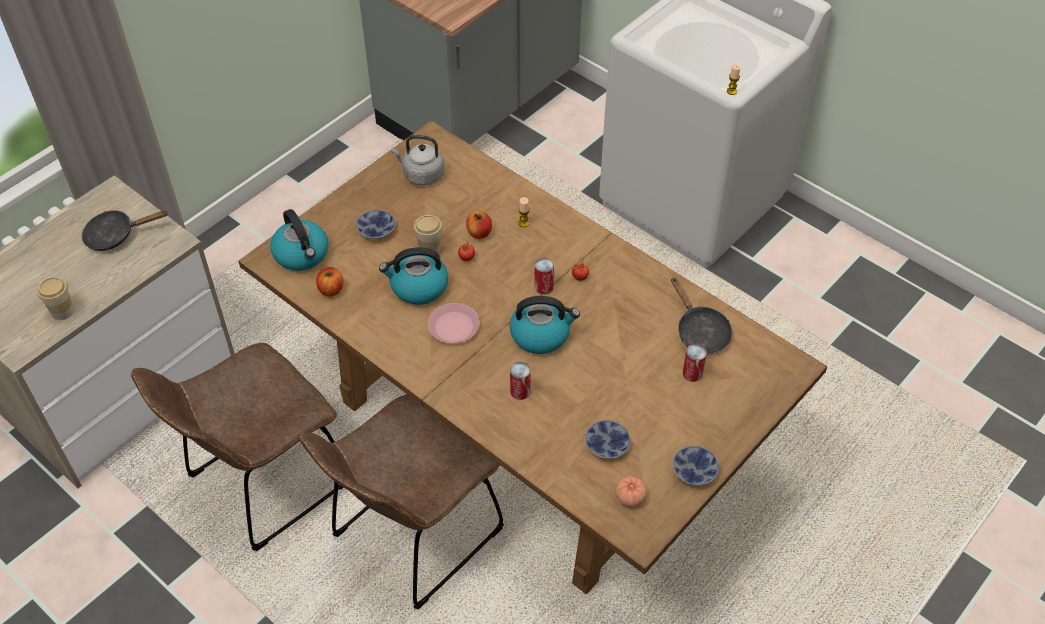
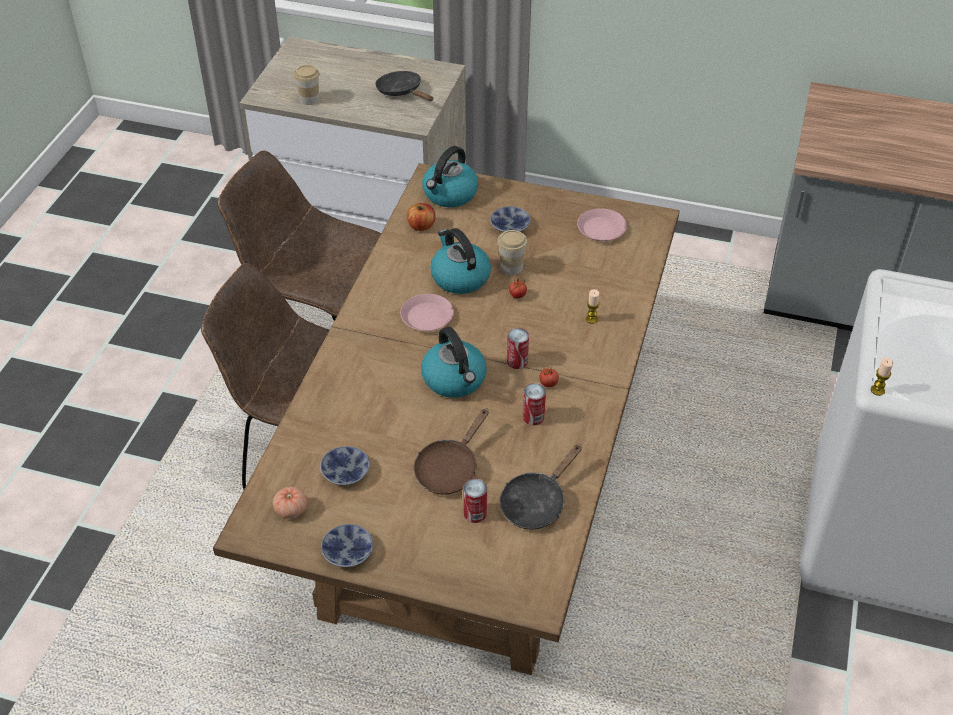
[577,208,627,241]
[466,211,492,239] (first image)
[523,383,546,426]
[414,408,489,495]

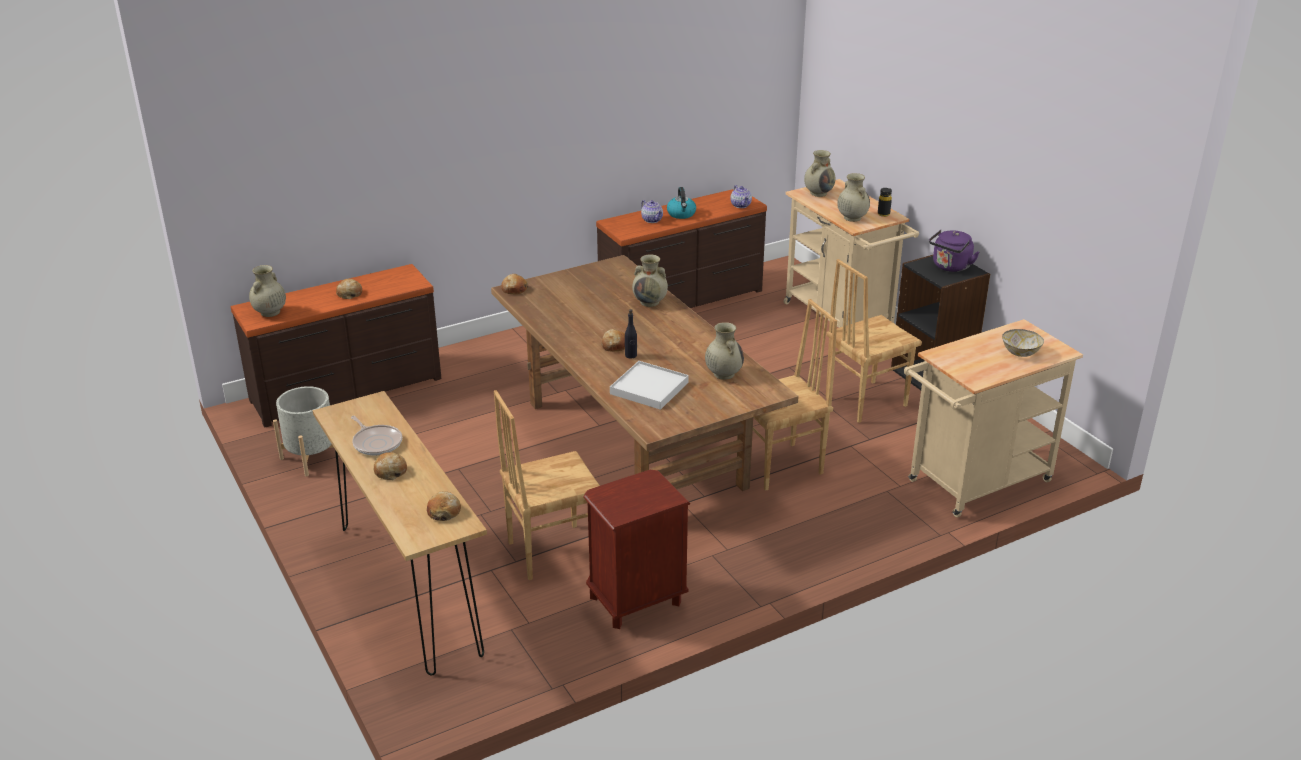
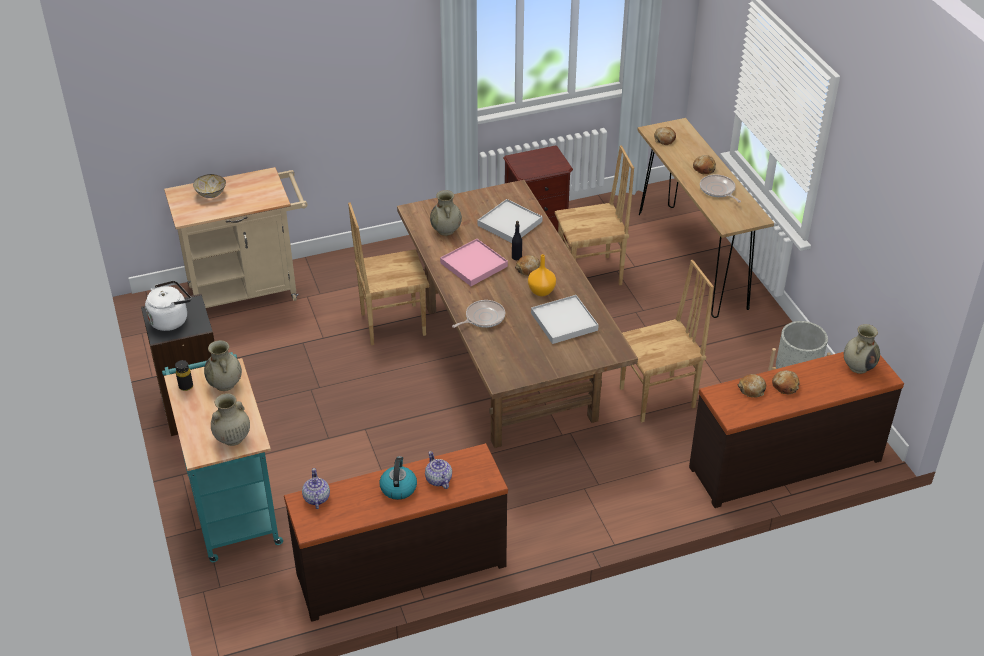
[162,352,283,562]
[145,280,191,331]
[452,300,505,328]
[620,260,714,422]
[738,374,766,397]
[440,239,508,286]
[528,254,556,296]
[531,295,598,344]

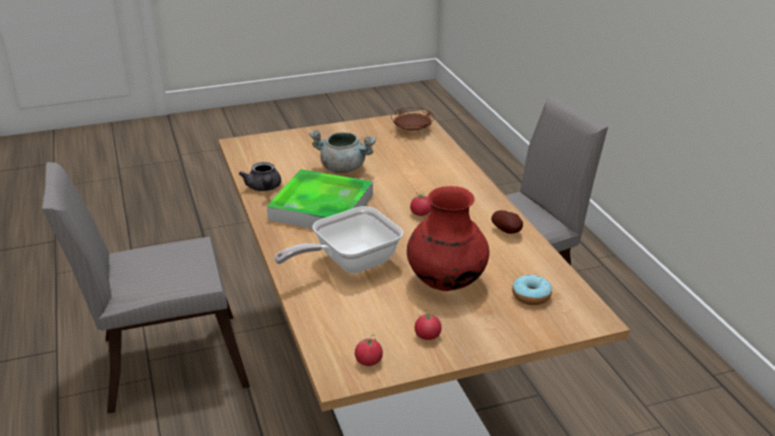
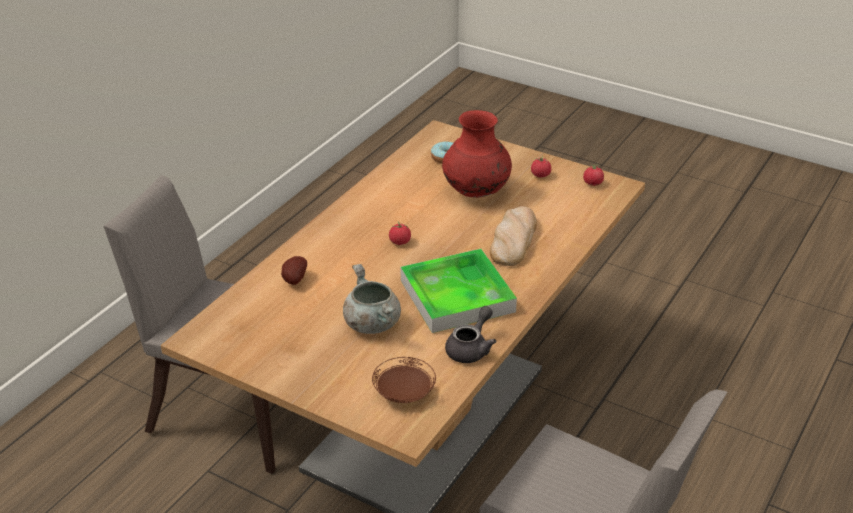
[372,357,436,403]
[490,206,537,266]
[281,256,307,285]

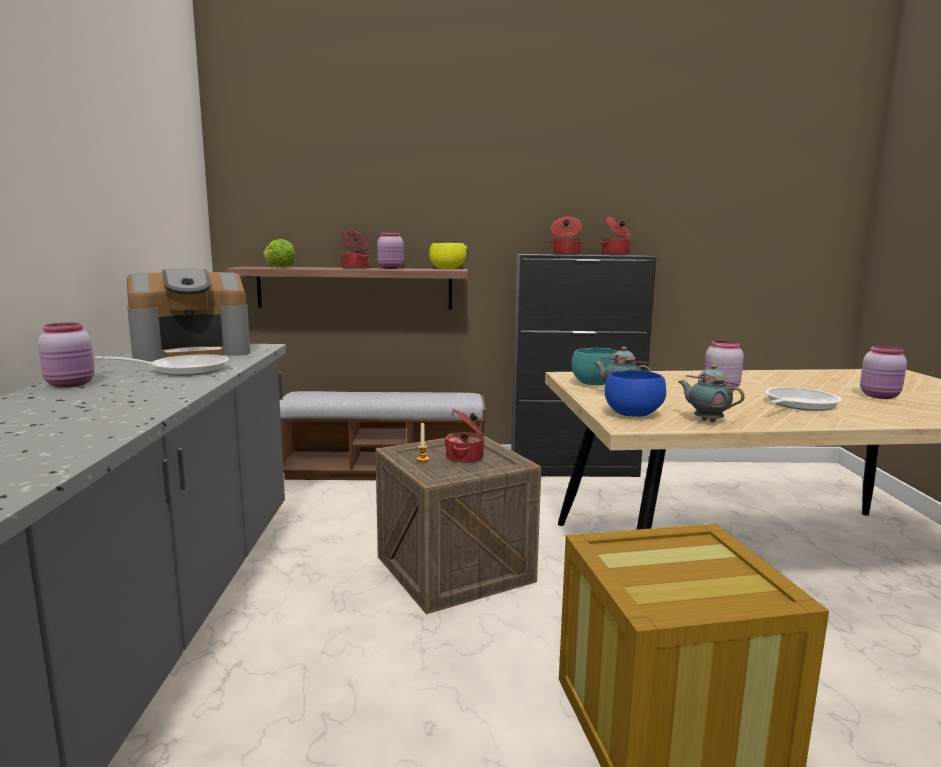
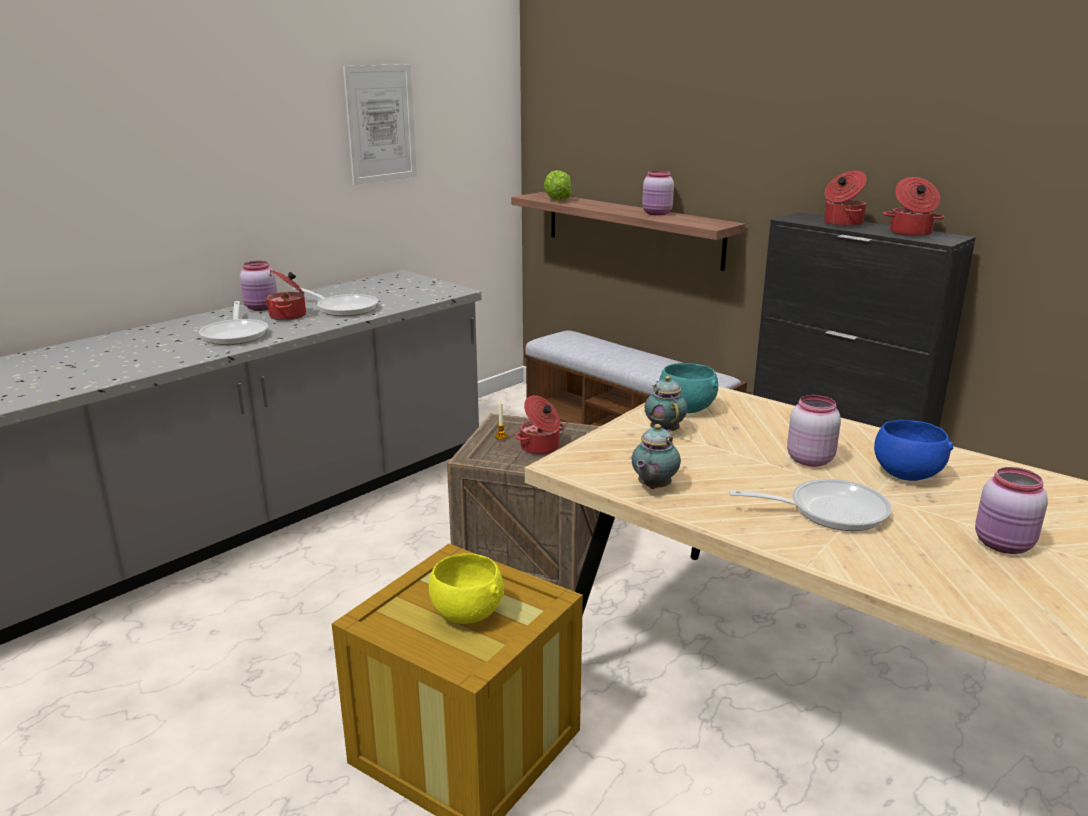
[266,270,306,321]
[429,553,504,624]
[127,269,250,361] (first image)
[631,424,681,489]
[874,420,954,481]
[343,64,417,185]
[199,301,268,345]

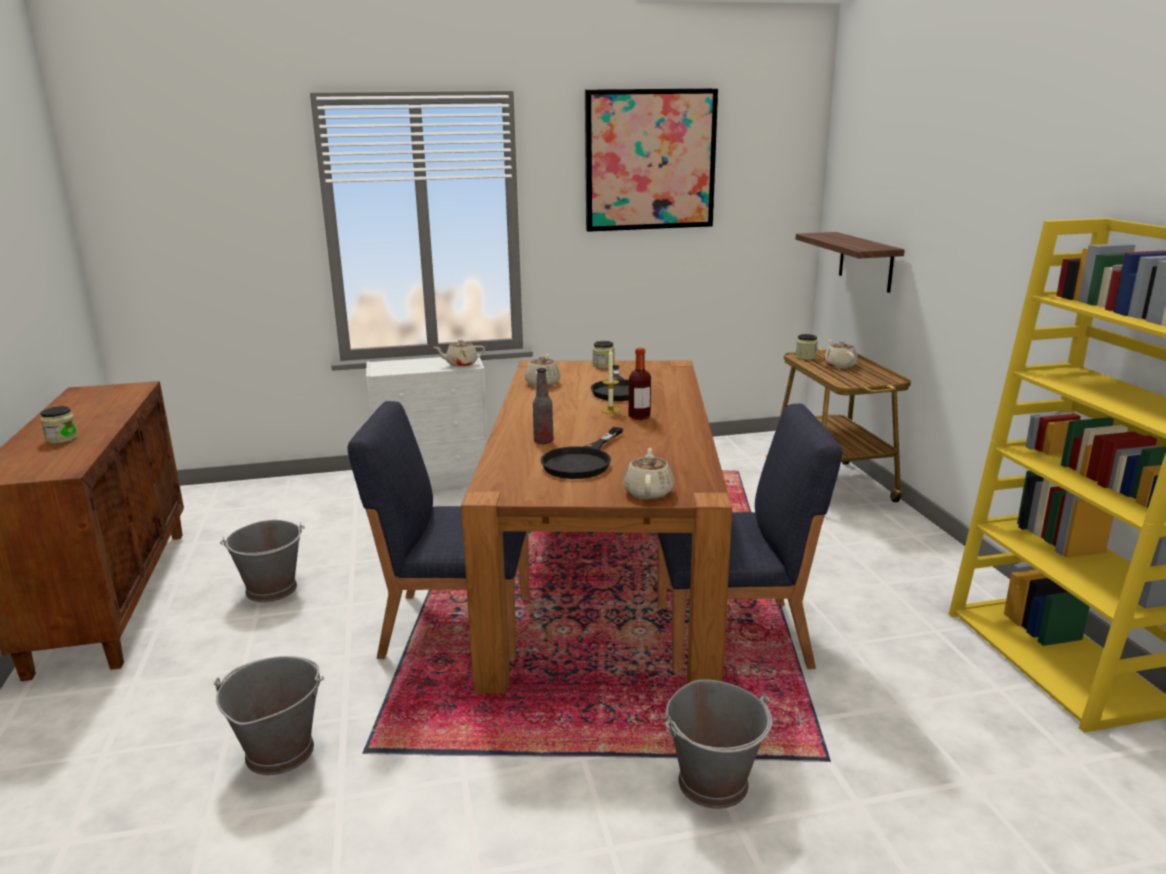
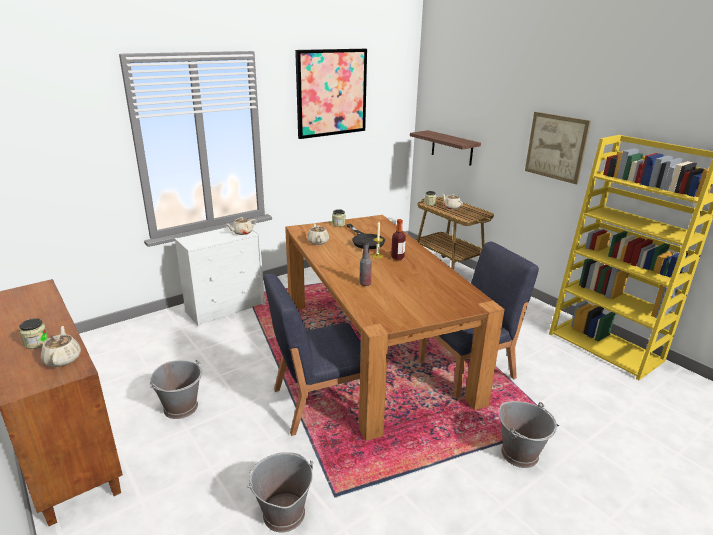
[541,427,623,479] (first image)
[41,326,81,367]
[525,112,591,185]

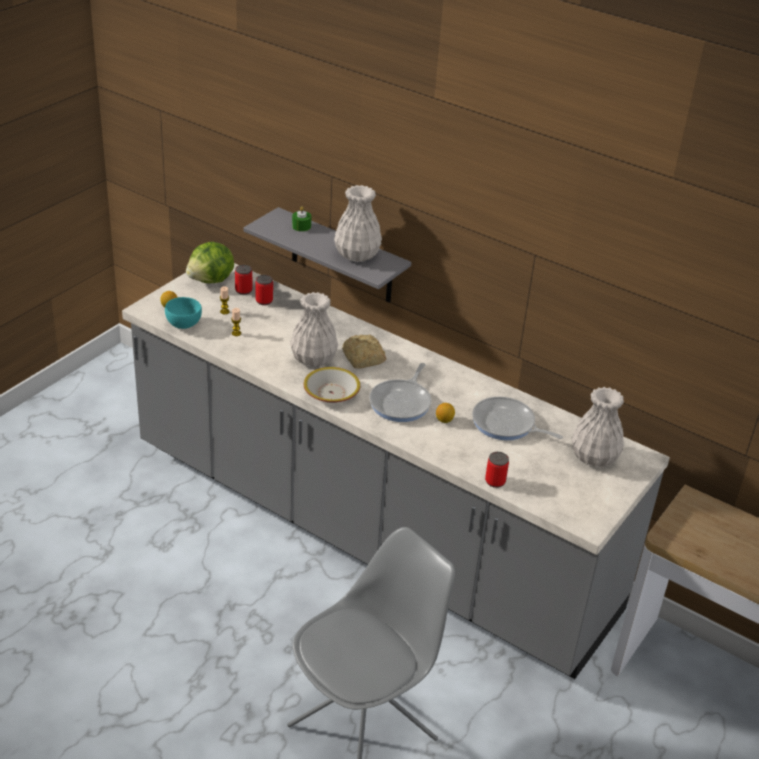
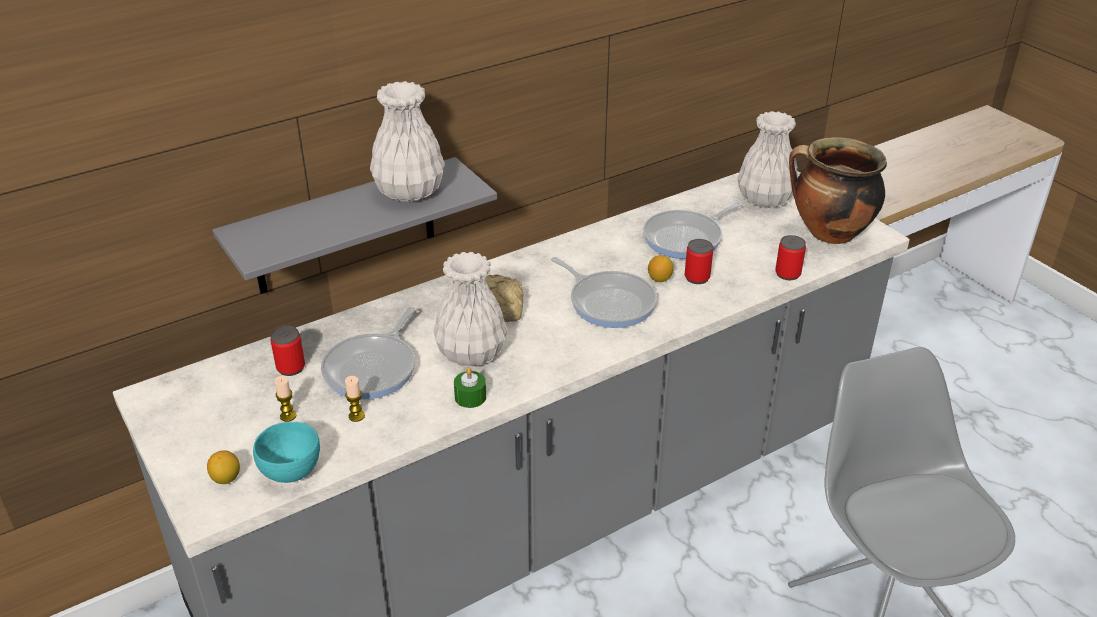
[454,368,486,408]
[186,242,234,283] (first image)
[684,239,713,284]
[304,367,360,403] (first image)
[789,137,887,244]
[321,307,415,400]

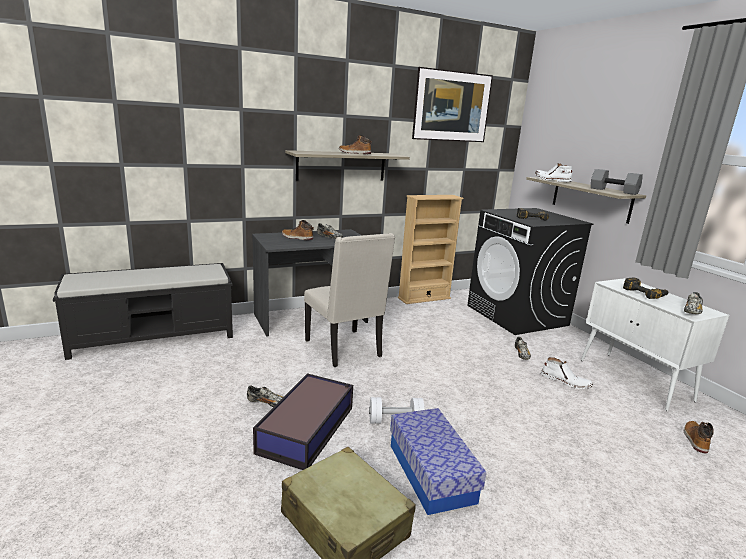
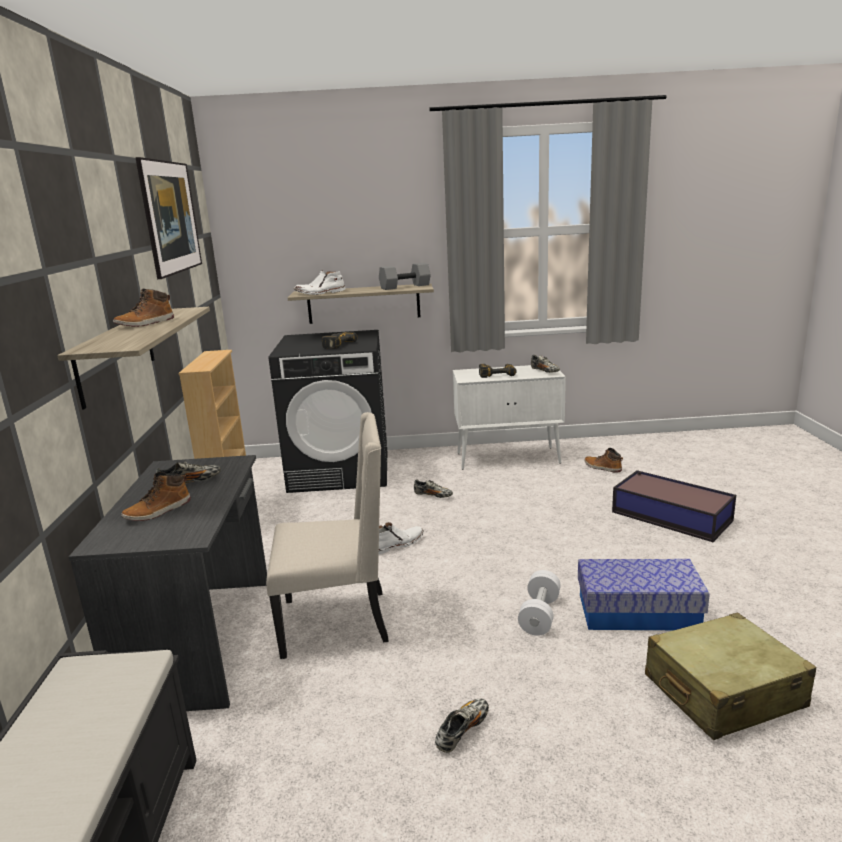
[379,522,424,555]
[612,470,736,542]

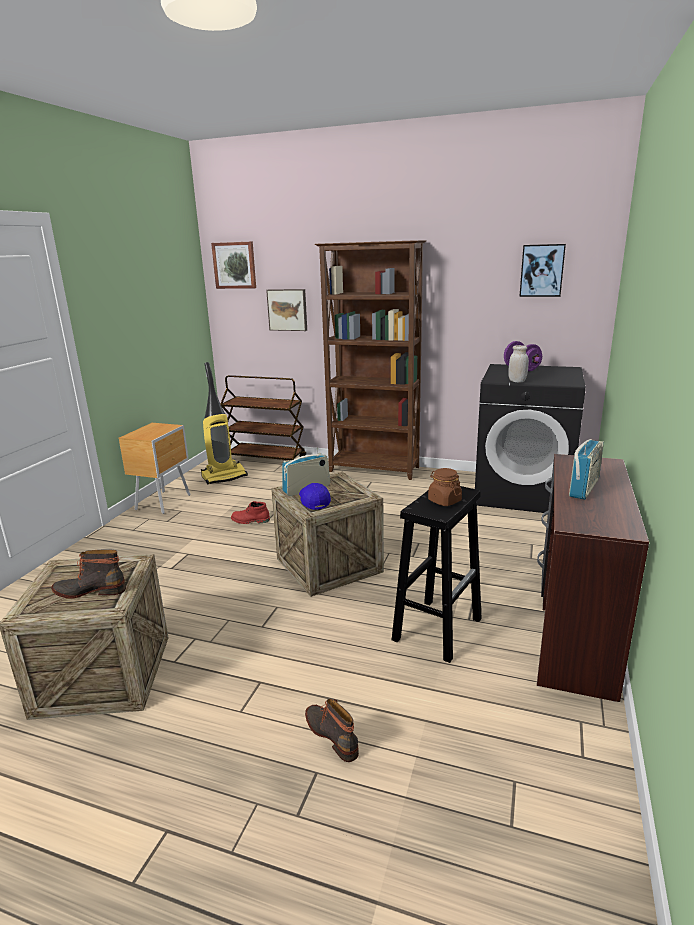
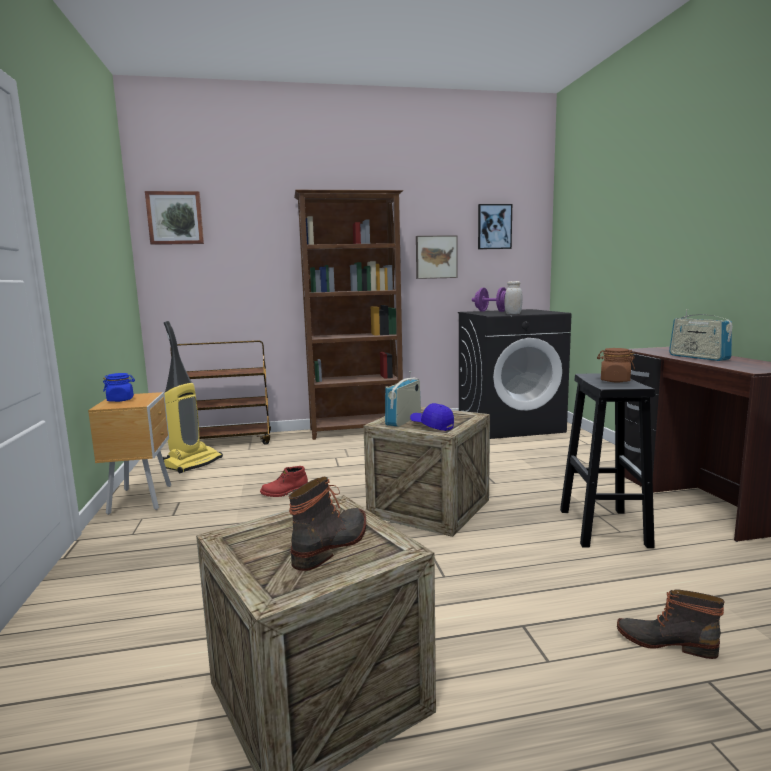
[416,235,457,279]
[669,309,732,361]
[289,477,366,571]
[103,373,135,402]

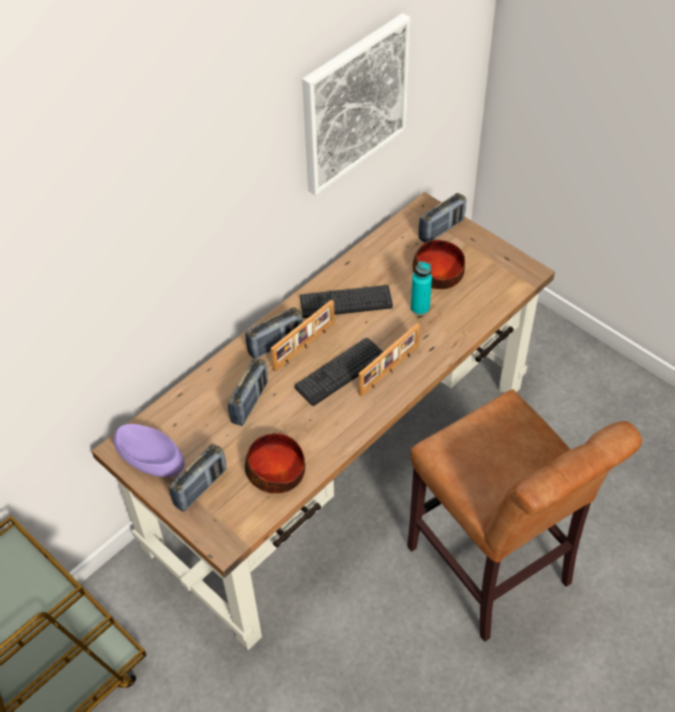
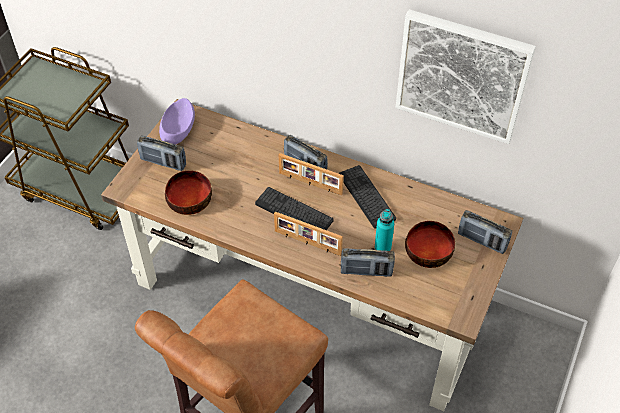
[341,249,395,277]

